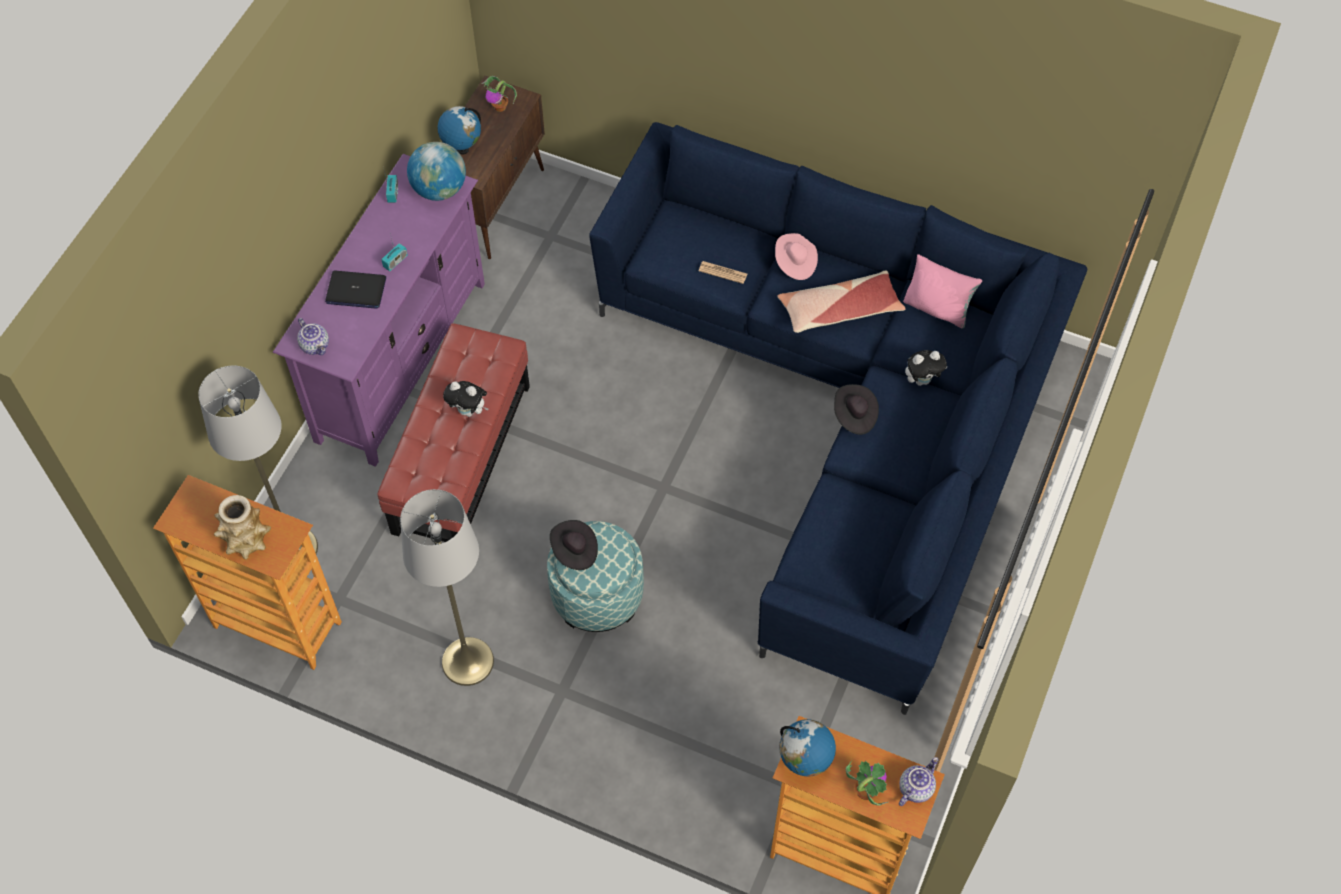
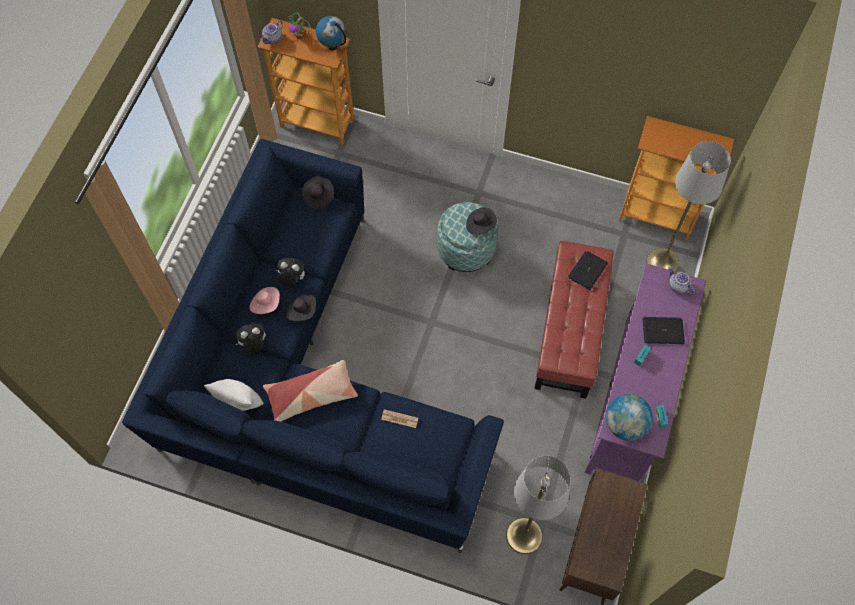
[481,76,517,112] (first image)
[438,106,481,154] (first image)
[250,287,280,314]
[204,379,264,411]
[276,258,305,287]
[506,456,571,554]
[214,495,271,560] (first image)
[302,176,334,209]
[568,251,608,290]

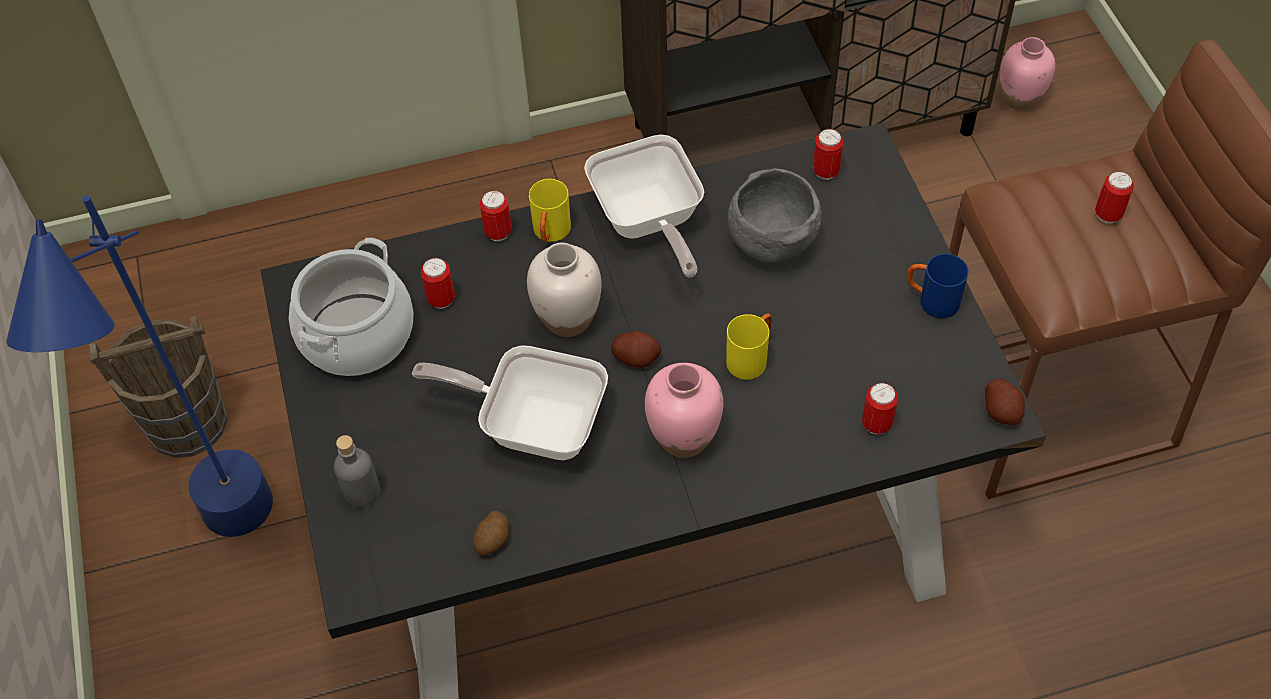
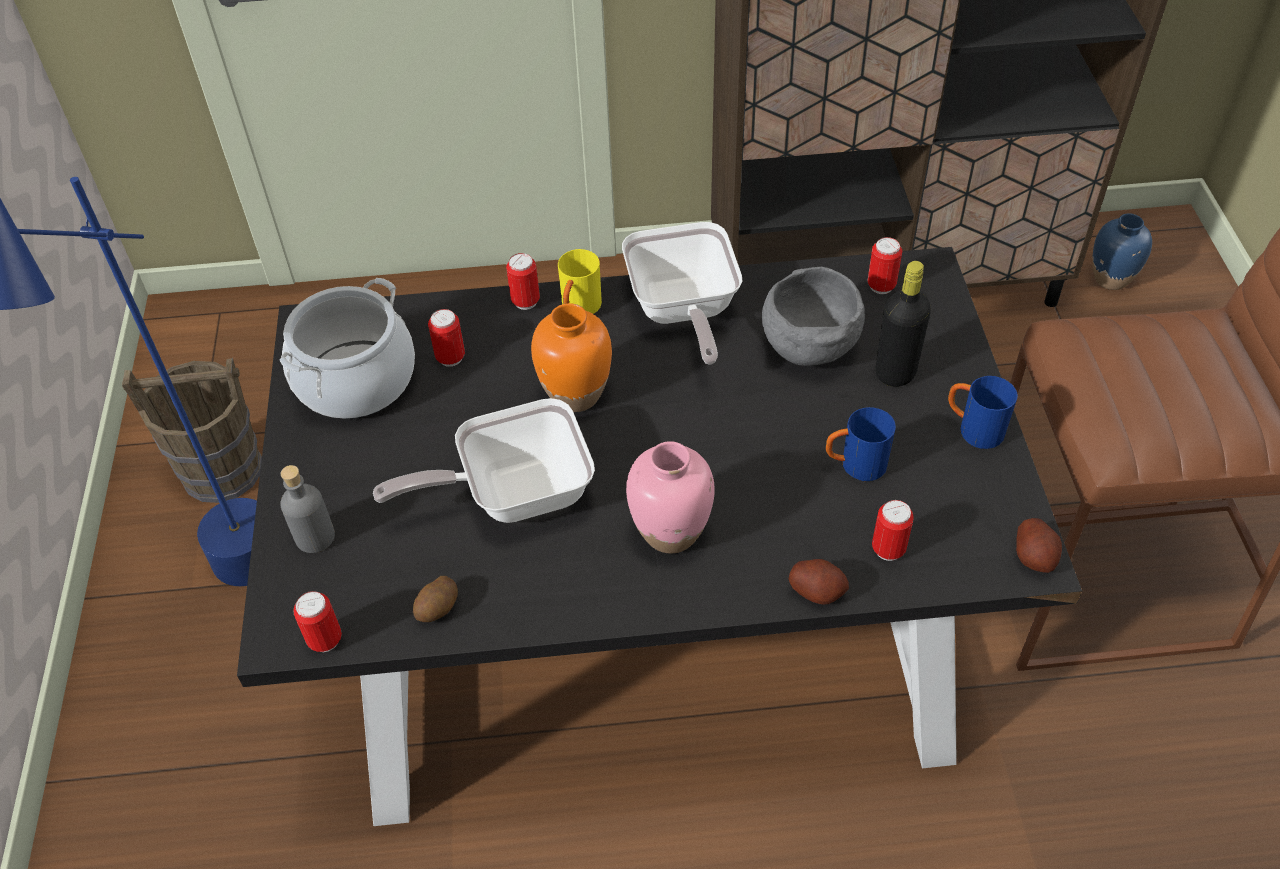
[1092,213,1152,290]
[293,591,342,652]
[531,303,612,412]
[726,313,772,380] (first image)
[789,559,849,605]
[373,398,595,523]
[875,261,931,387]
[826,407,896,481]

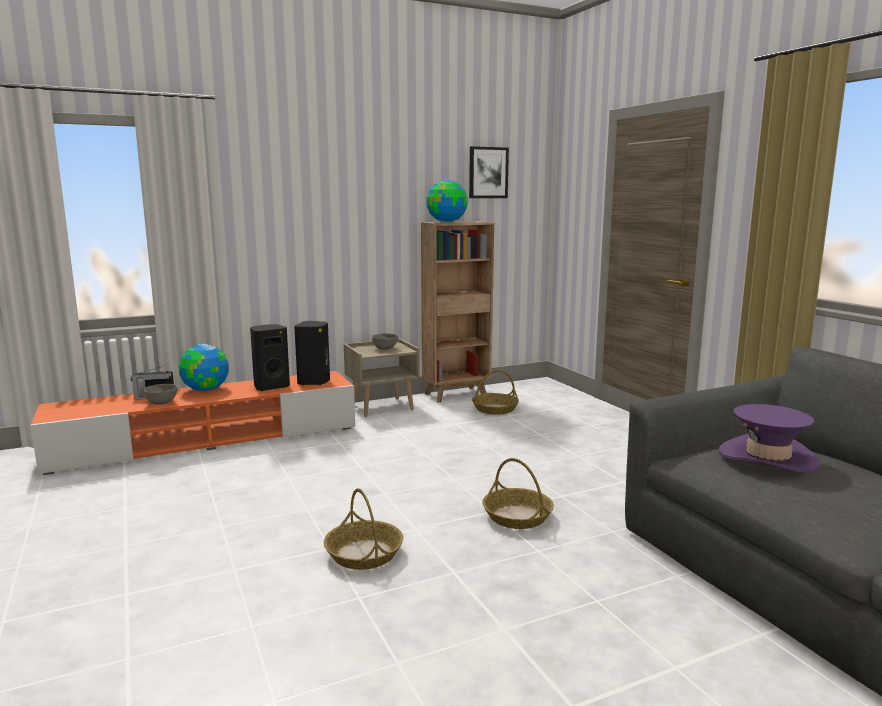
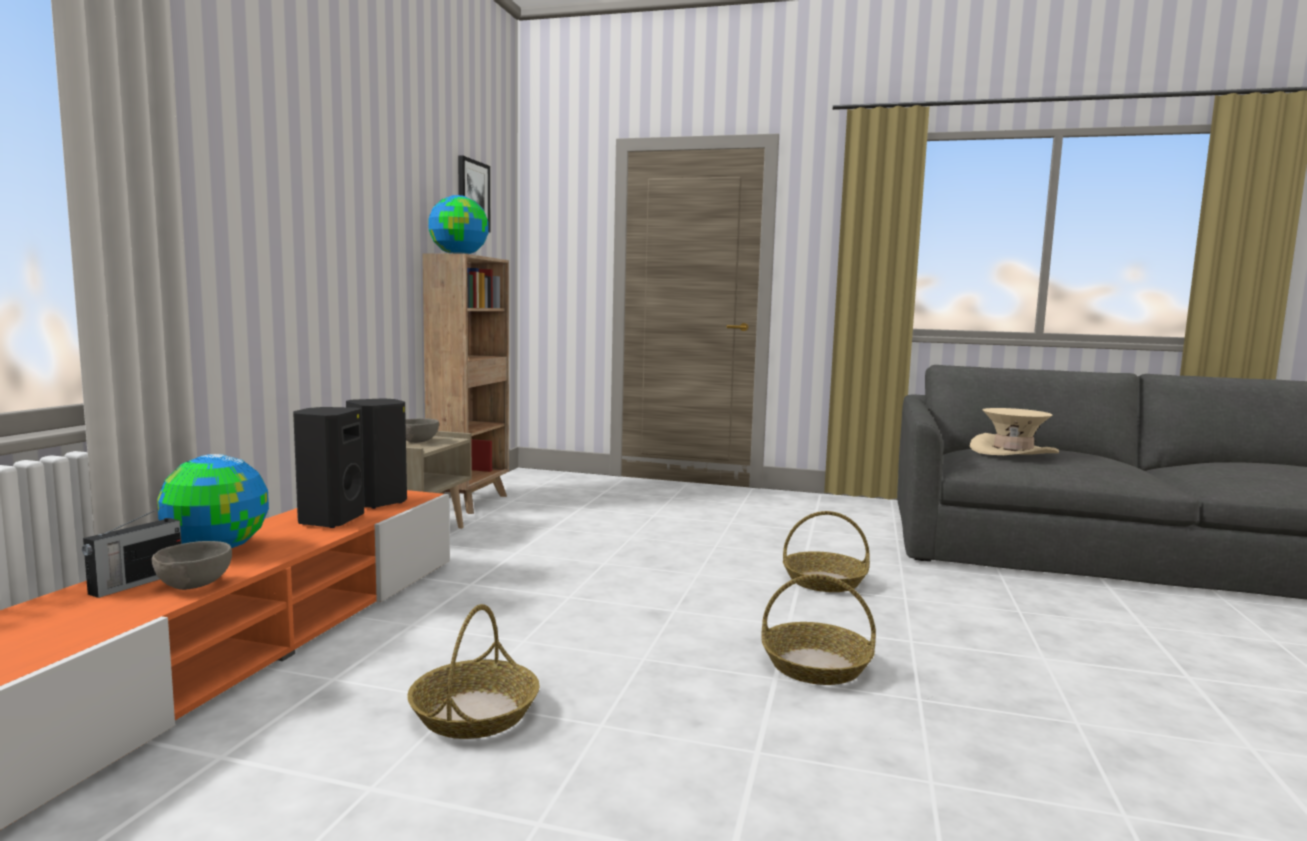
[407,604,540,739]
[969,408,1059,455]

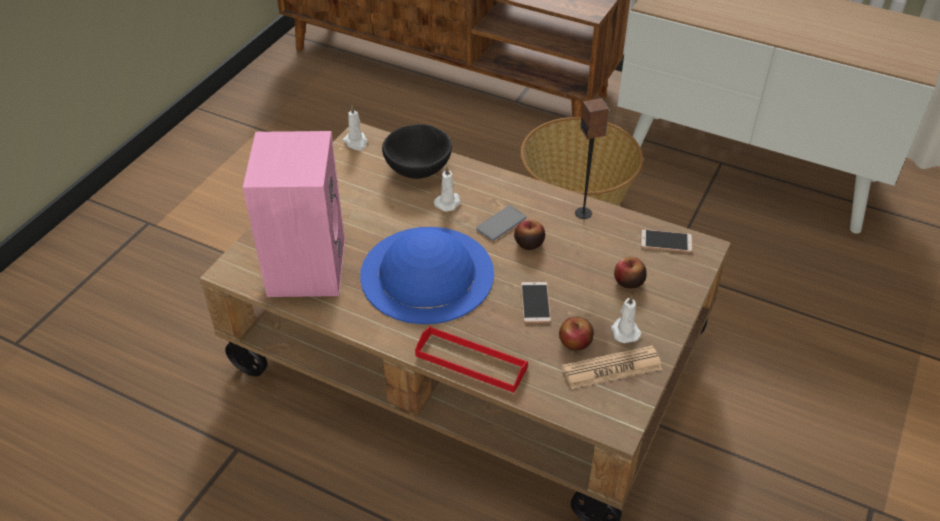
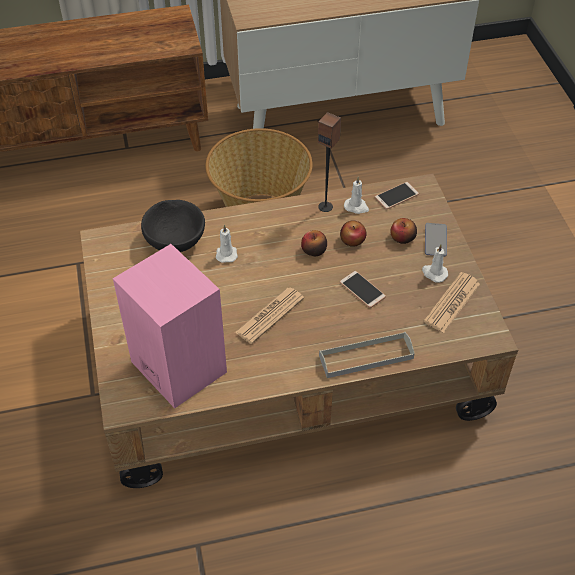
[344,177,369,214]
[425,223,447,256]
[235,288,304,344]
[340,220,367,247]
[319,332,415,378]

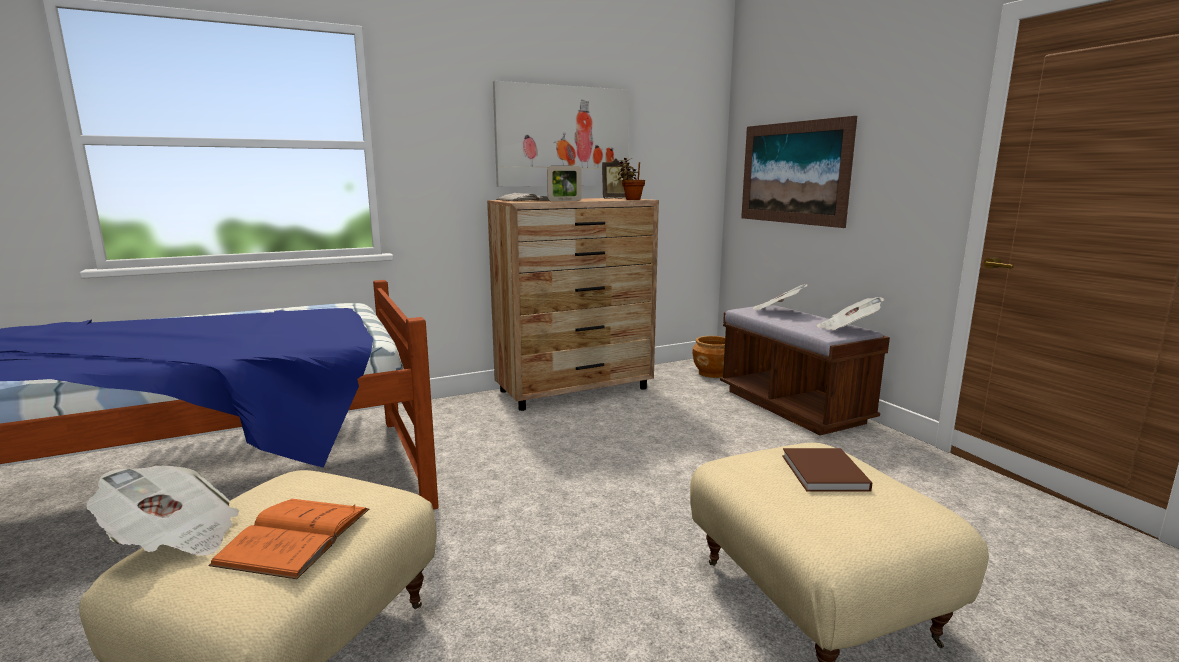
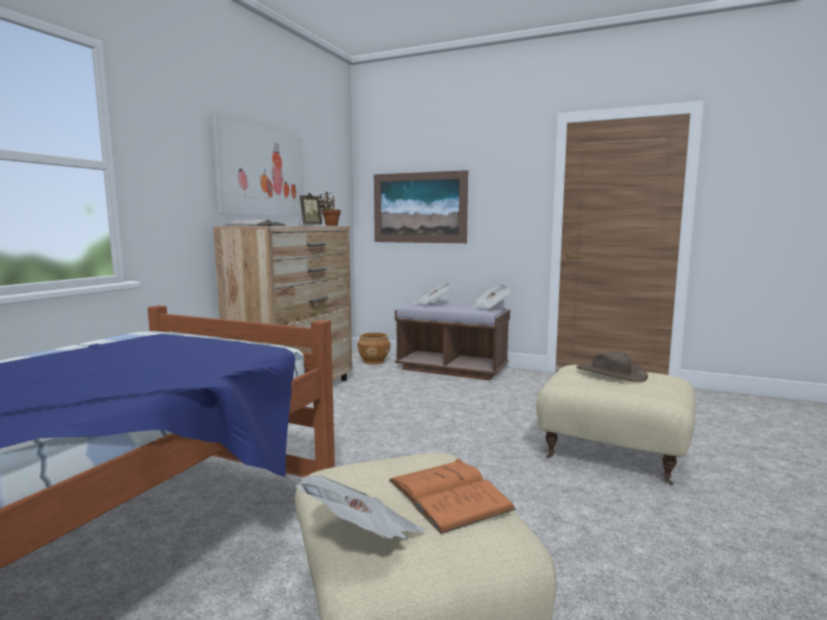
[547,166,582,201] (first image)
[576,351,648,382]

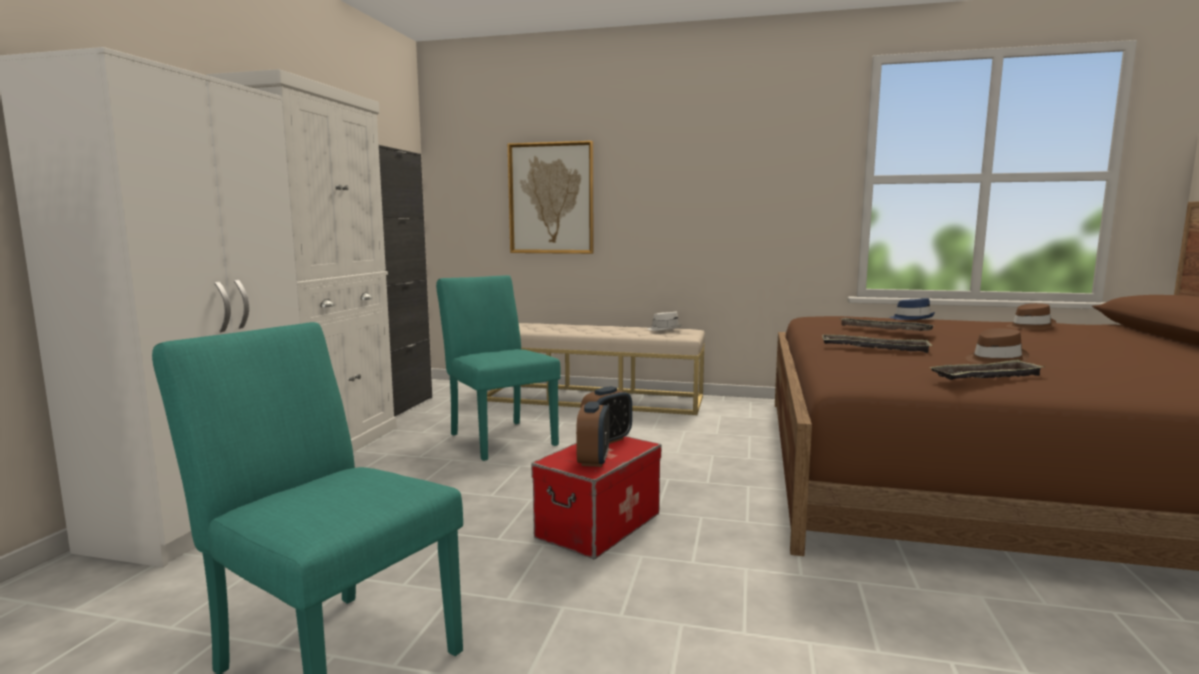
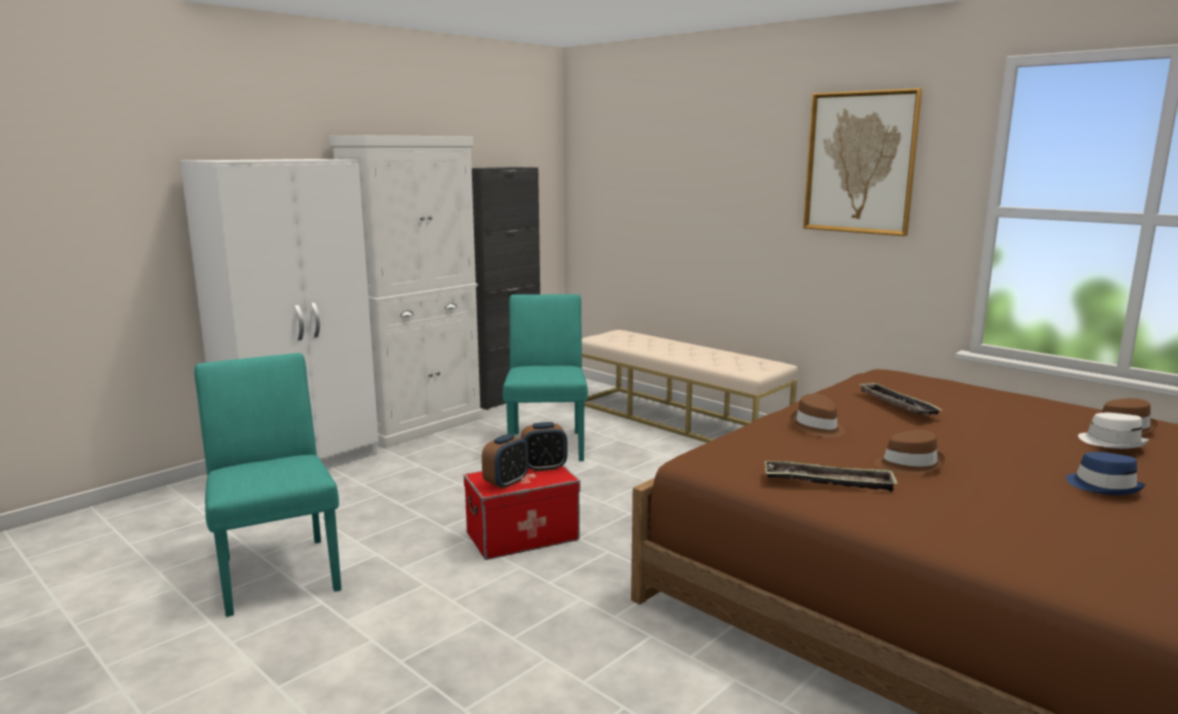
[803,88,922,236]
[1066,452,1145,495]
[1078,413,1149,449]
[790,394,845,438]

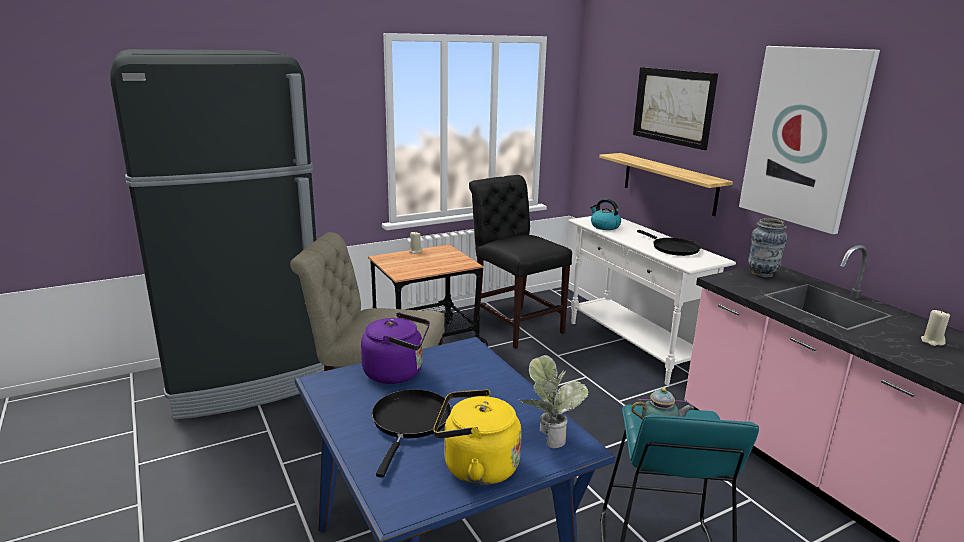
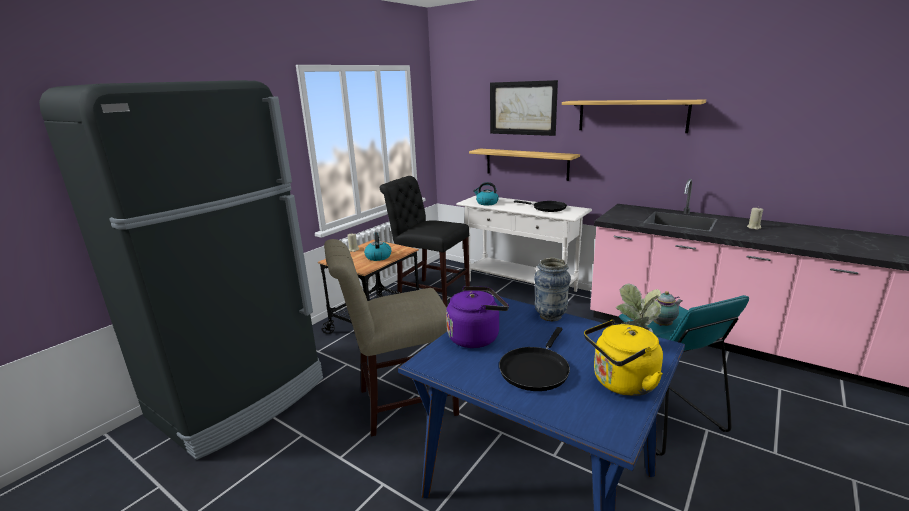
[562,100,706,133]
[534,258,571,321]
[499,327,570,391]
[364,232,391,261]

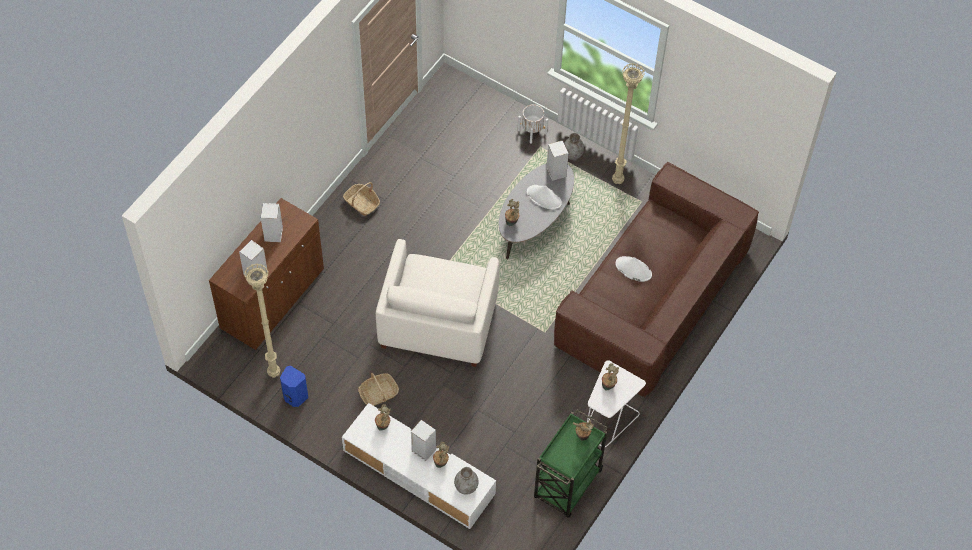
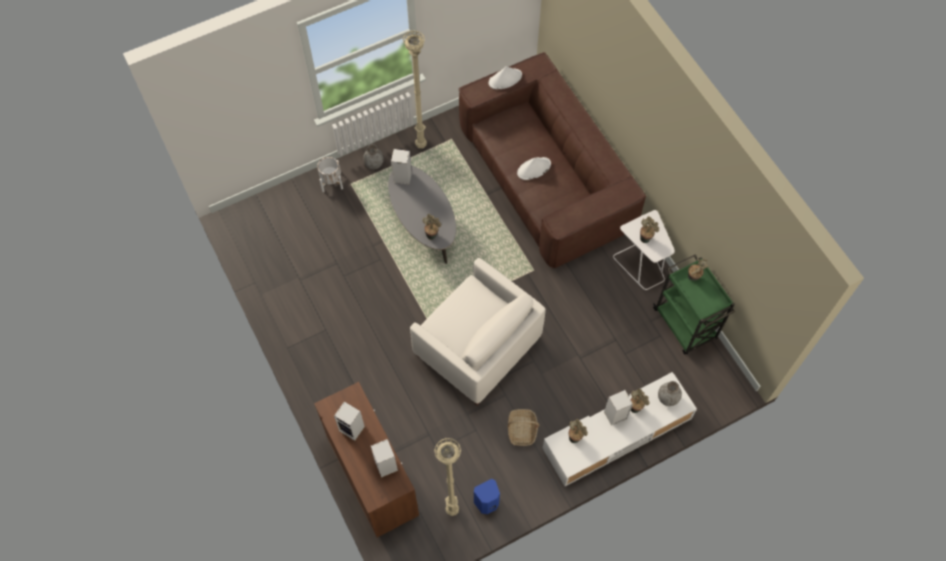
[343,182,380,216] (first image)
[489,66,522,89]

